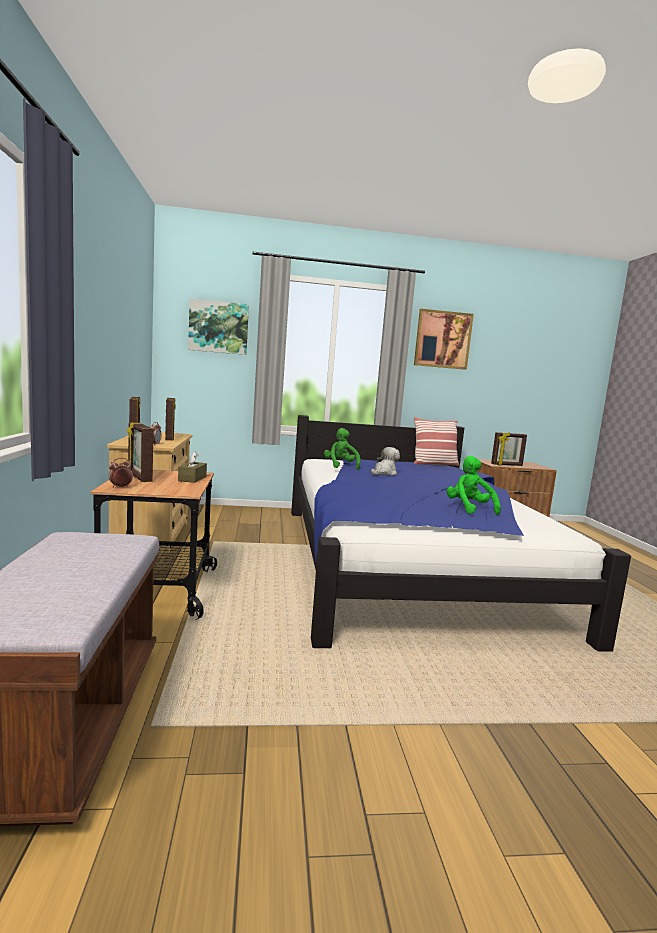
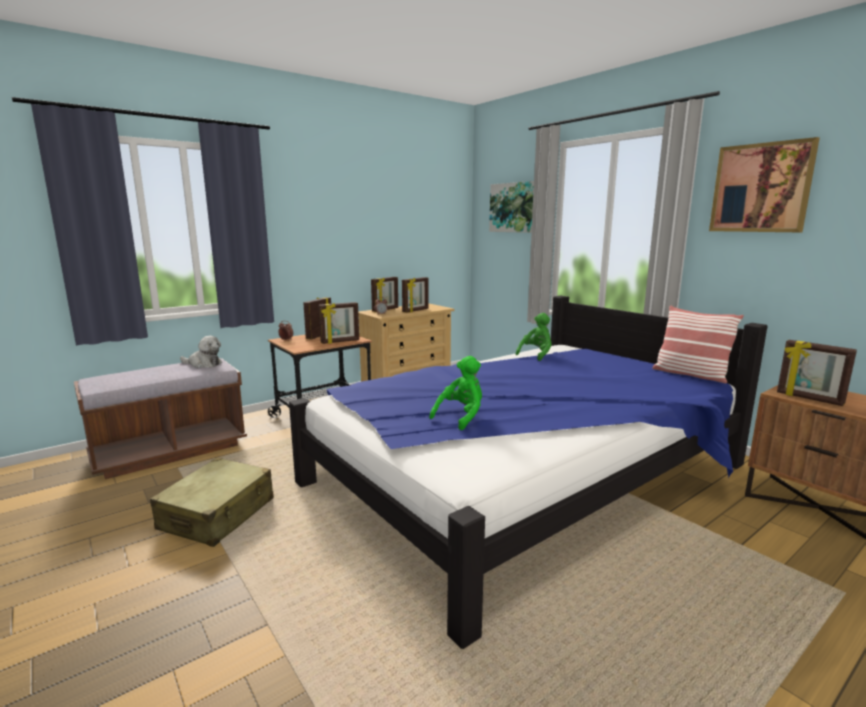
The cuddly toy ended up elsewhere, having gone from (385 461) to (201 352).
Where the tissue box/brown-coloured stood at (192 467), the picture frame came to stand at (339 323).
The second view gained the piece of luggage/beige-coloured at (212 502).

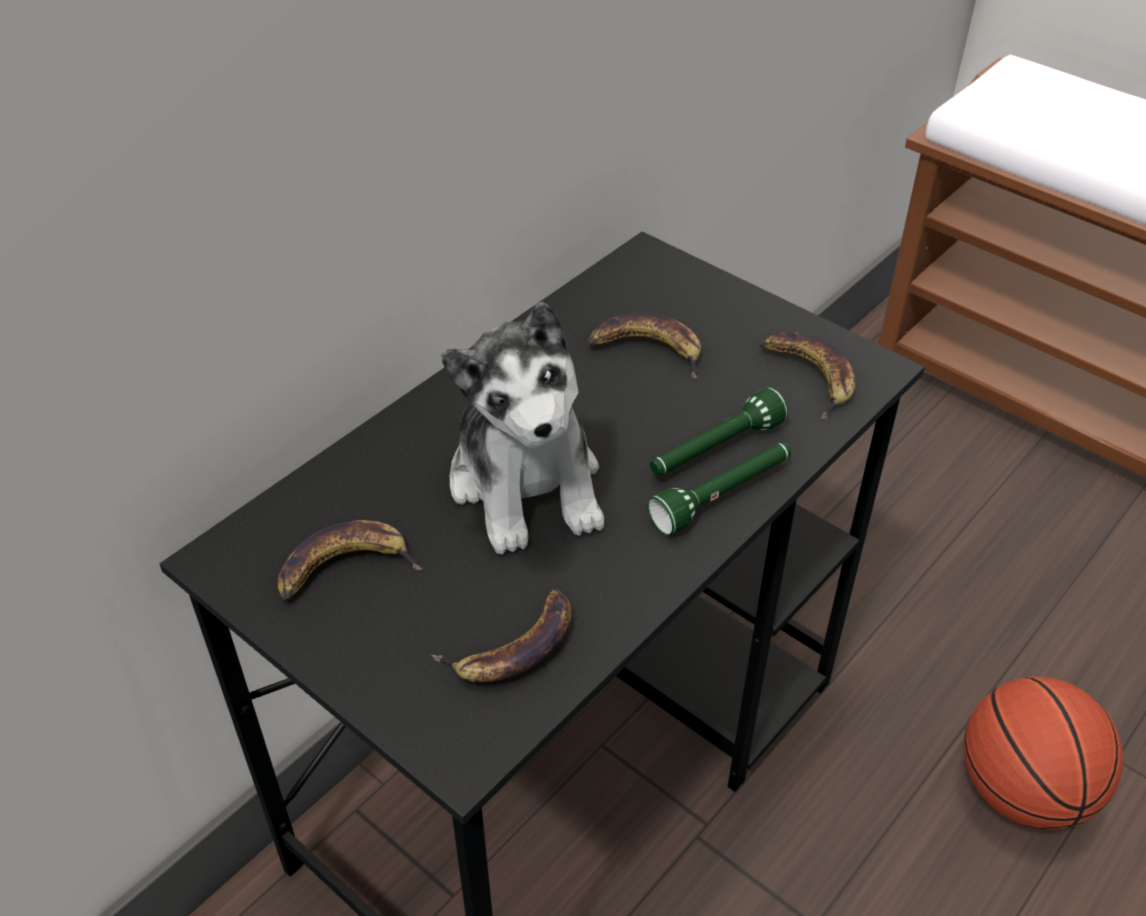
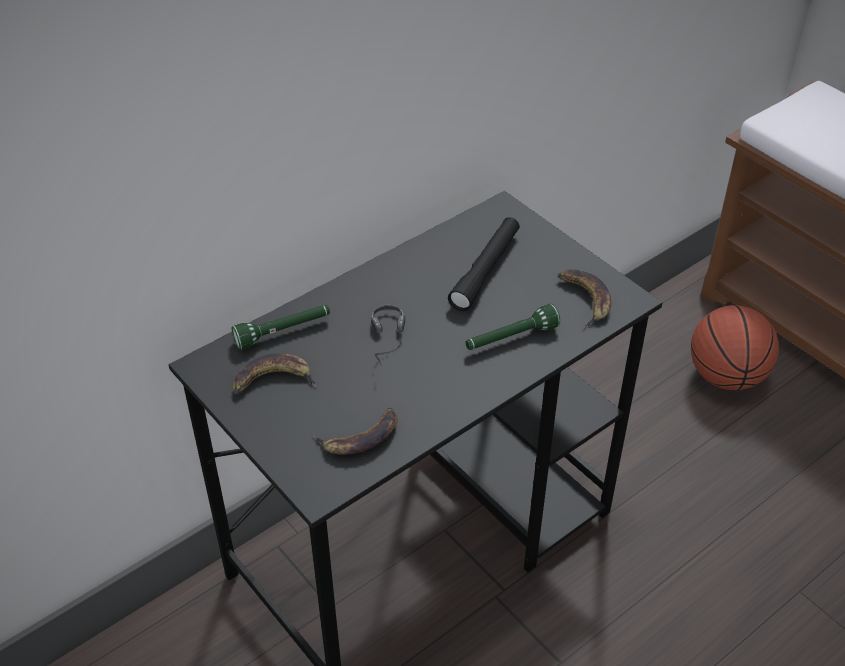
Where the cuddly toy stood at (522 428), the headset came to stand at (388 335).
Where the whole banana stood at (644 346), the hand torch/blackish came to stand at (484 264).
The hand torch/green-coloured ended up elsewhere, having gone from (719 488) to (280 327).
The ball for basketball ended up elsewhere, having gone from (1043 753) to (735 347).

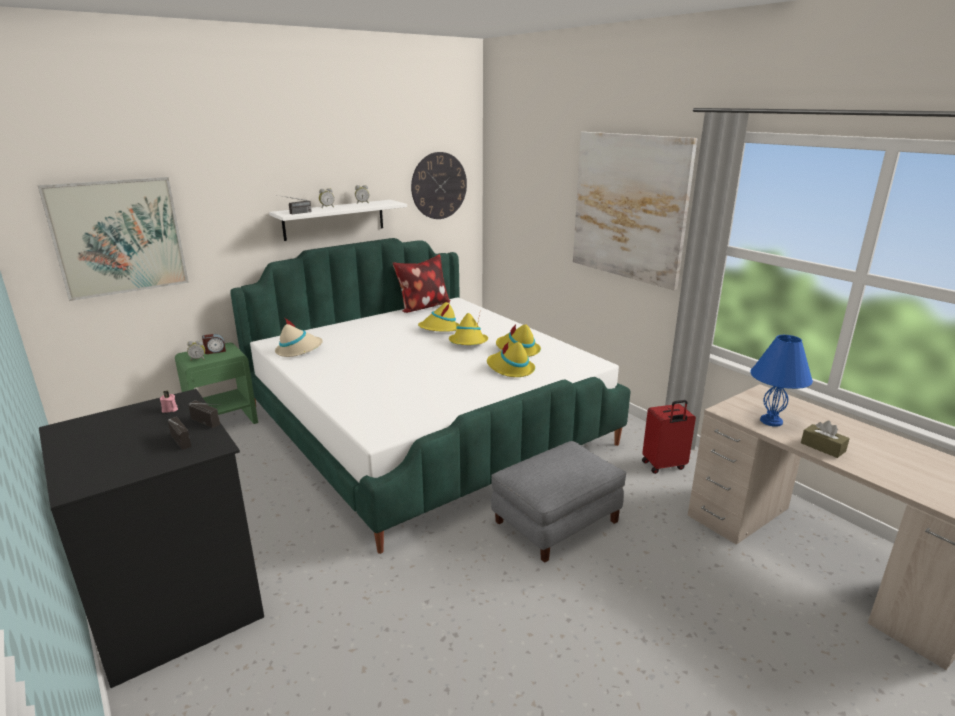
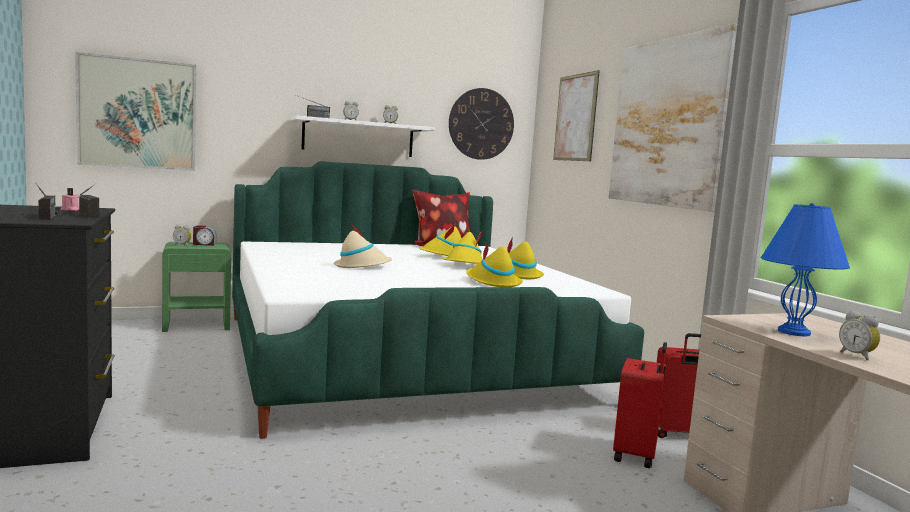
The clothing hat/beige-coloured ended up elsewhere, having gone from (299 337) to (363 247).
Where the tissue box/brown-coloured stood at (825 439), the bedside clock came to stand at (859 335).
The second view lost the ottoman/greyish at (558 502).
The second view gained the picture at (576 115).
The second view gained the piece of luggage/red-coloured at (640 405).

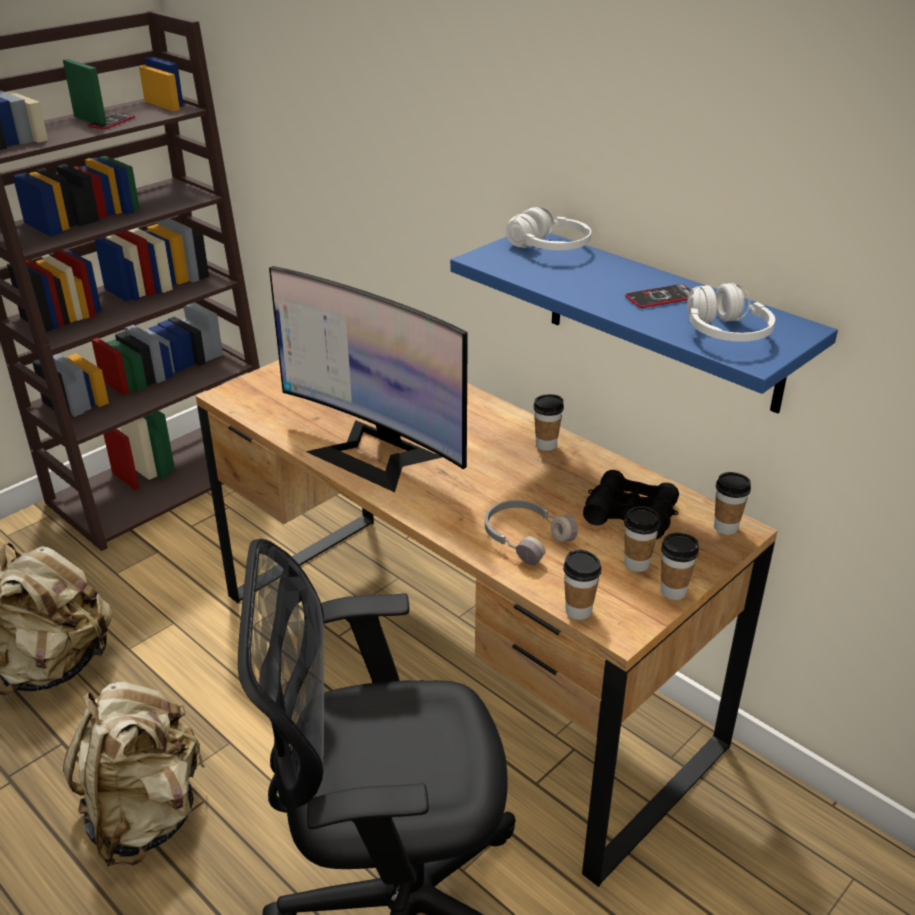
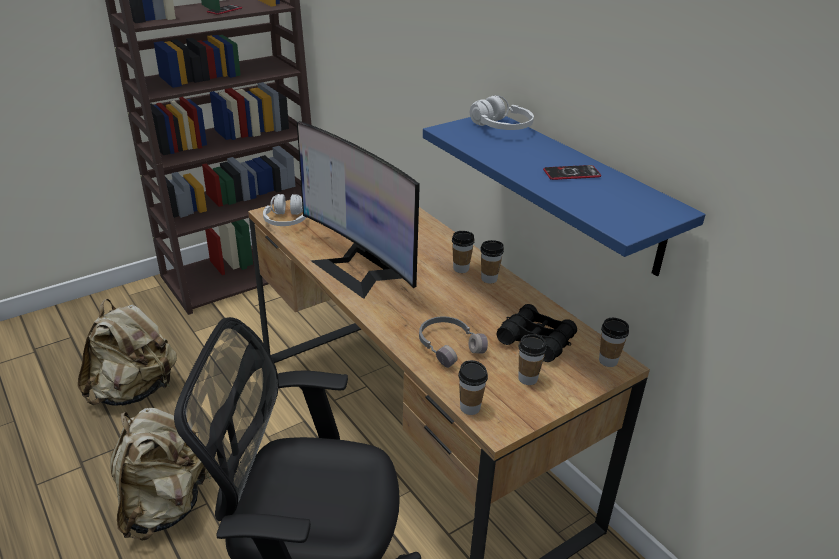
The headset/white-coloured ended up elsewhere, having gone from (731 312) to (284 210).
The drinking cup ended up elsewhere, having gone from (680 566) to (463 252).

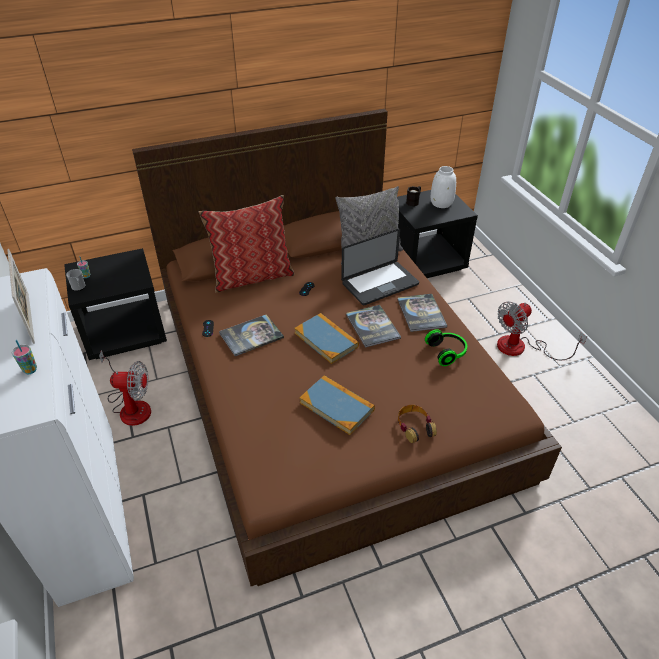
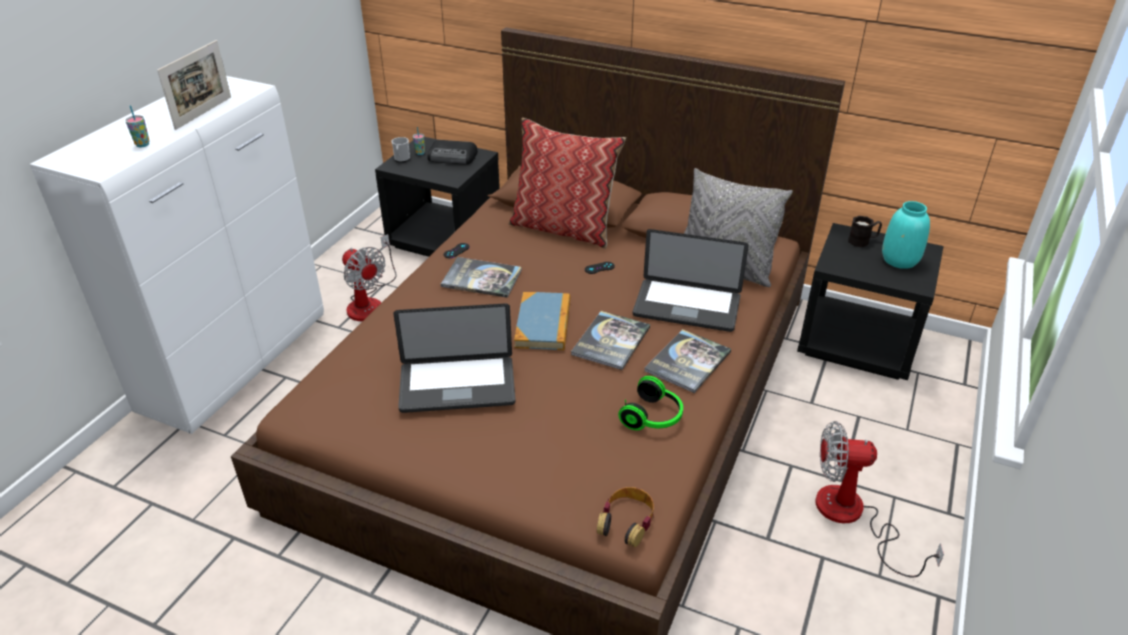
What was the decorative vase/white-coloured at (443 187) turned into the decorative vase/blue-green at (906 235).
Where the bound book stood at (337 405), the notebook computer came to stand at (454 358).
The headset ended up elsewhere, having gone from (417 424) to (625 517).
The second view gained the radio set at (452 152).

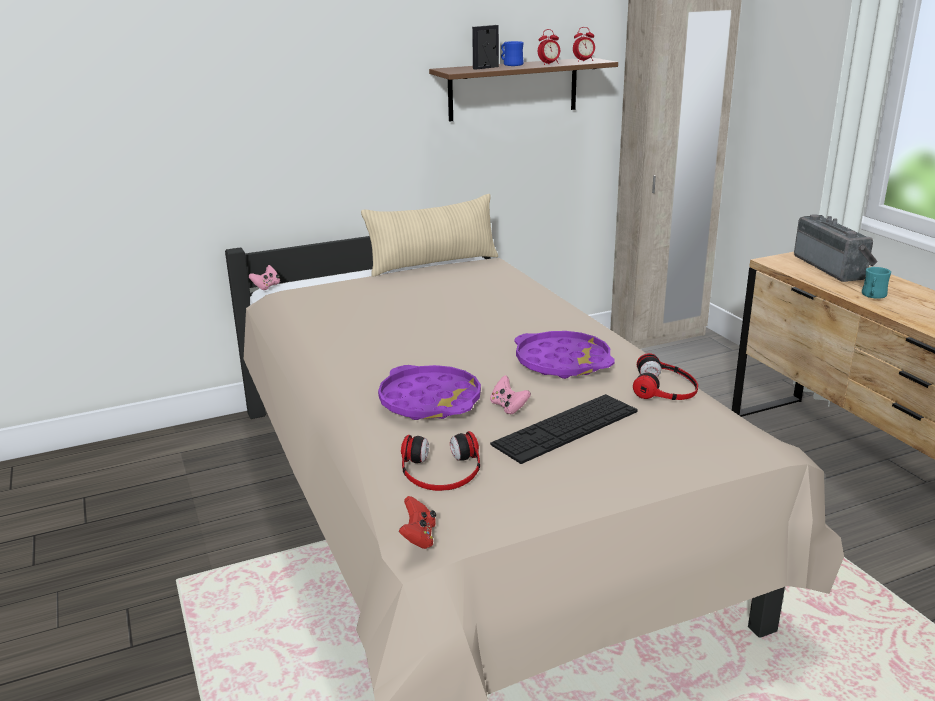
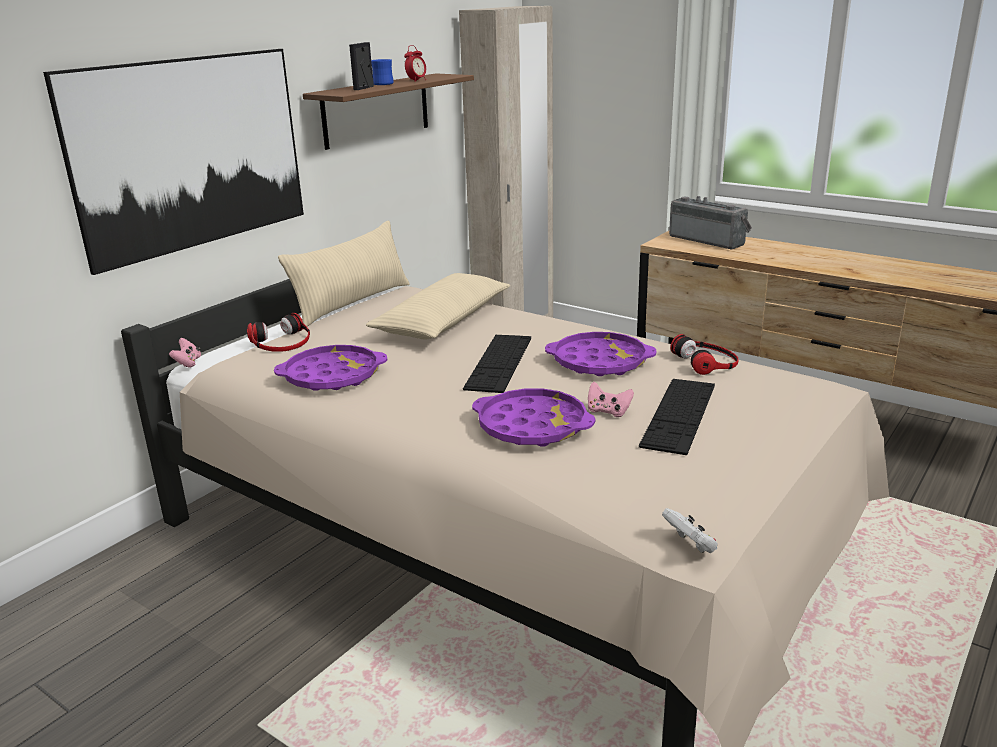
The second view lost the bedside clock at (584 44).
The second view lost the mug/blue-green at (876 283).
The headset ended up elsewhere, having gone from (440 461) to (278 332).
What was the joypad/red-coloured at (417 522) turned into the joypad/white-coloured at (690 530).
The second view gained the picture at (173 162).
The second view gained the pillow/beige-coloured at (438 306).
The second view gained the computer keyboard at (497 364).
The second view gained the serving tray/purple at (330 368).

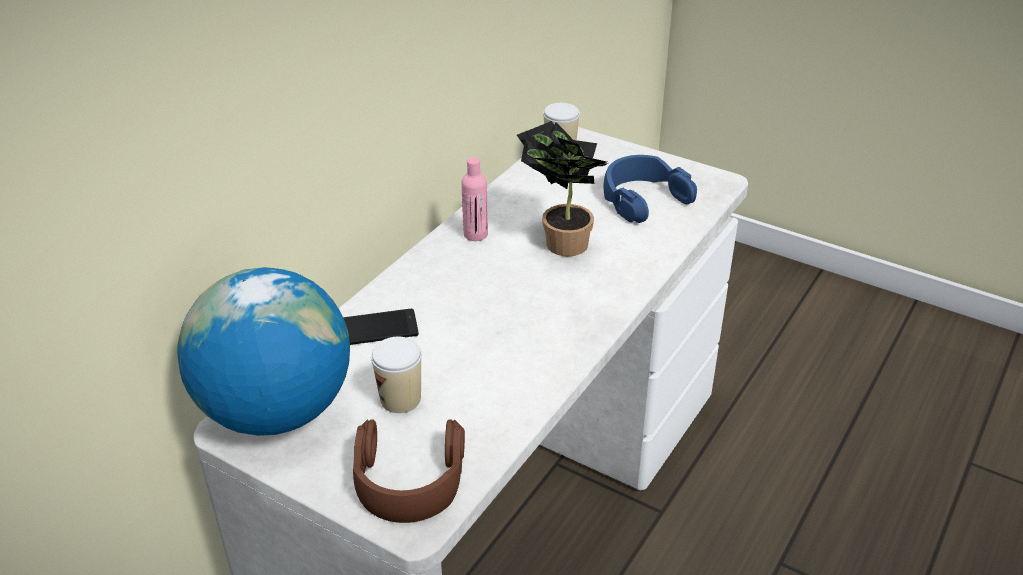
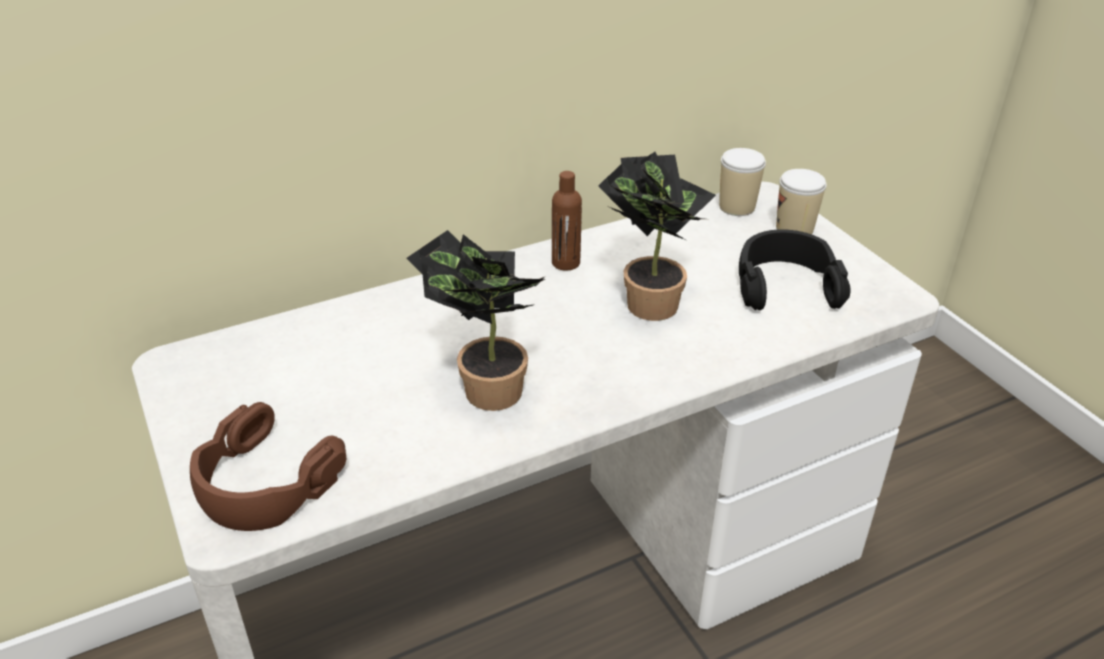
What was the headset/bluish at (650 189) turned into the headset/blackish at (794 269).
What was the beverage bottle/pink at (475 199) turned into the beverage bottle/brown-coloured at (567 221).
The second view lost the globe at (263 351).
The second view lost the telephone at (380 327).
The drinking cup ended up elsewhere, having gone from (396 375) to (801 201).
The second view gained the houseplant at (476 320).

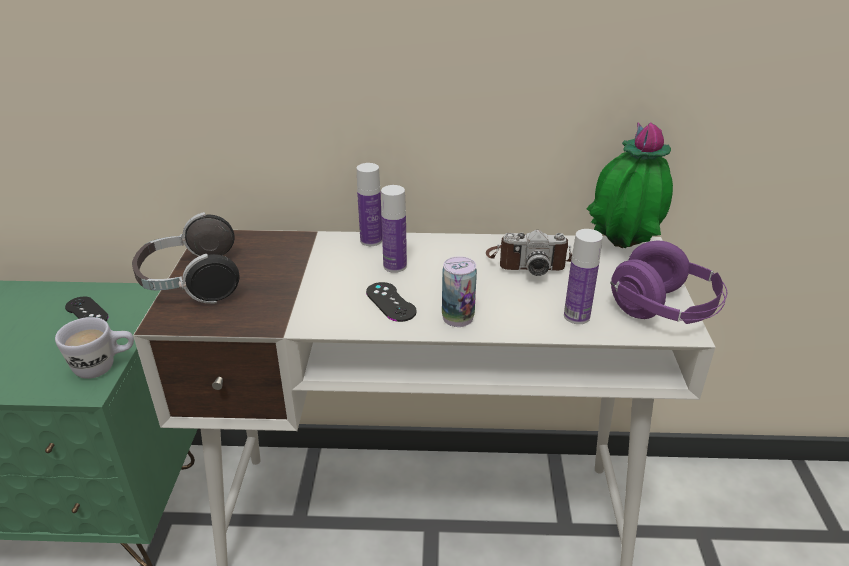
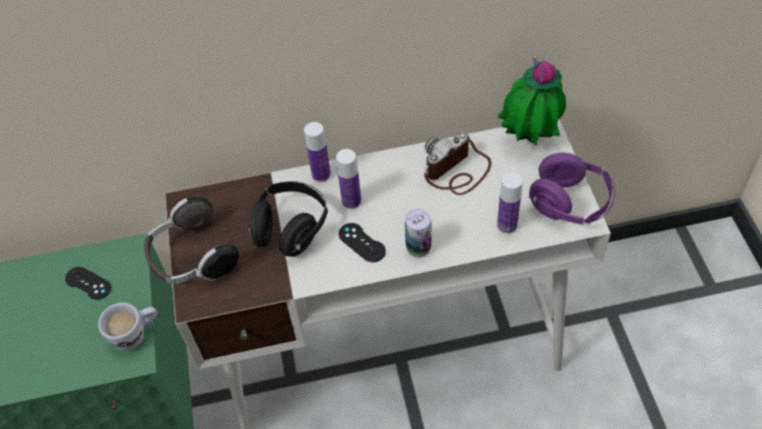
The still camera at (529 253) ended up facing another way, 150 degrees clockwise from before.
The second view gained the headset/blackish at (288 219).

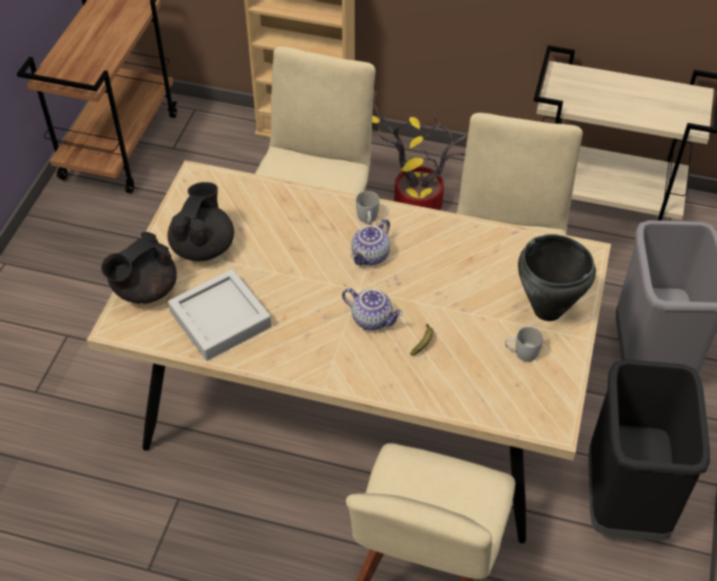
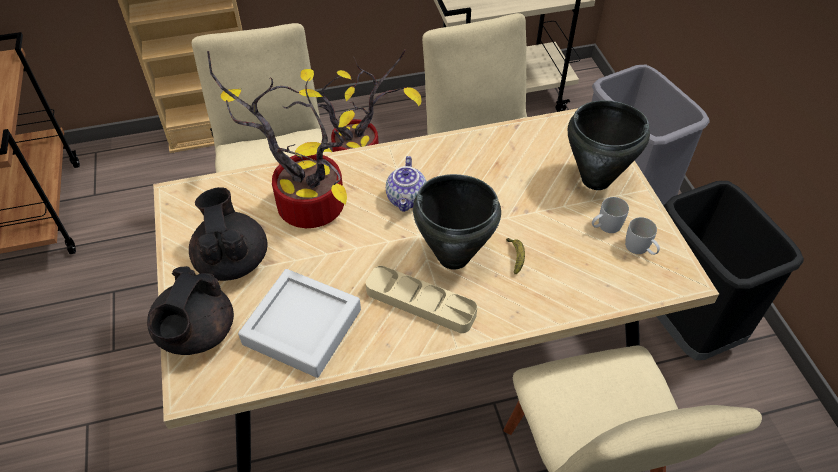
The mug/white-coloured ended up elsewhere, having gone from (367 208) to (642 236).
Where the tea pot stood at (372 309), the saucepot/blackish came to stand at (457 222).
The second view gained the houseplant at (277 139).
The second view gained the serving tray/beige-coloured at (421 299).

